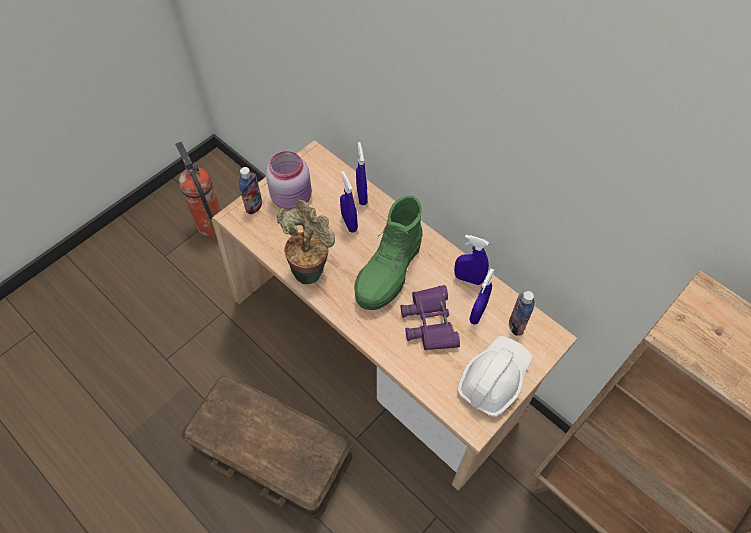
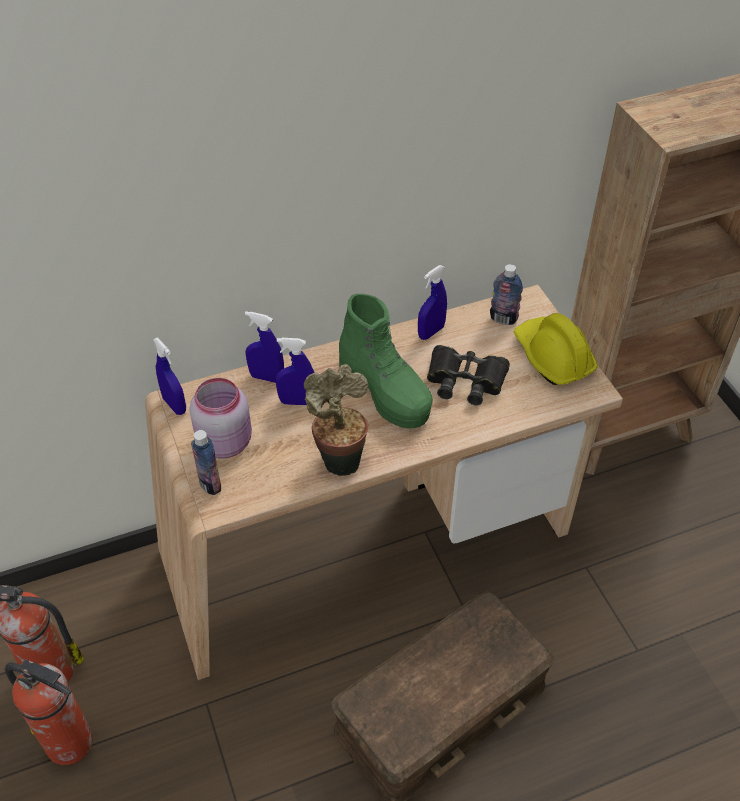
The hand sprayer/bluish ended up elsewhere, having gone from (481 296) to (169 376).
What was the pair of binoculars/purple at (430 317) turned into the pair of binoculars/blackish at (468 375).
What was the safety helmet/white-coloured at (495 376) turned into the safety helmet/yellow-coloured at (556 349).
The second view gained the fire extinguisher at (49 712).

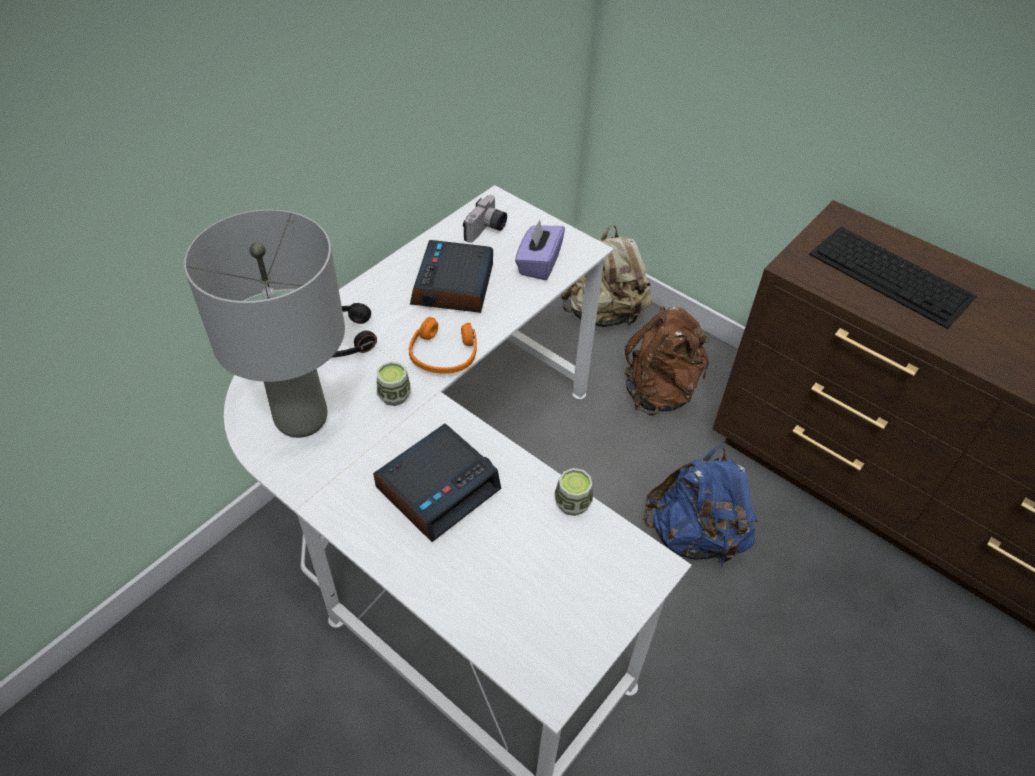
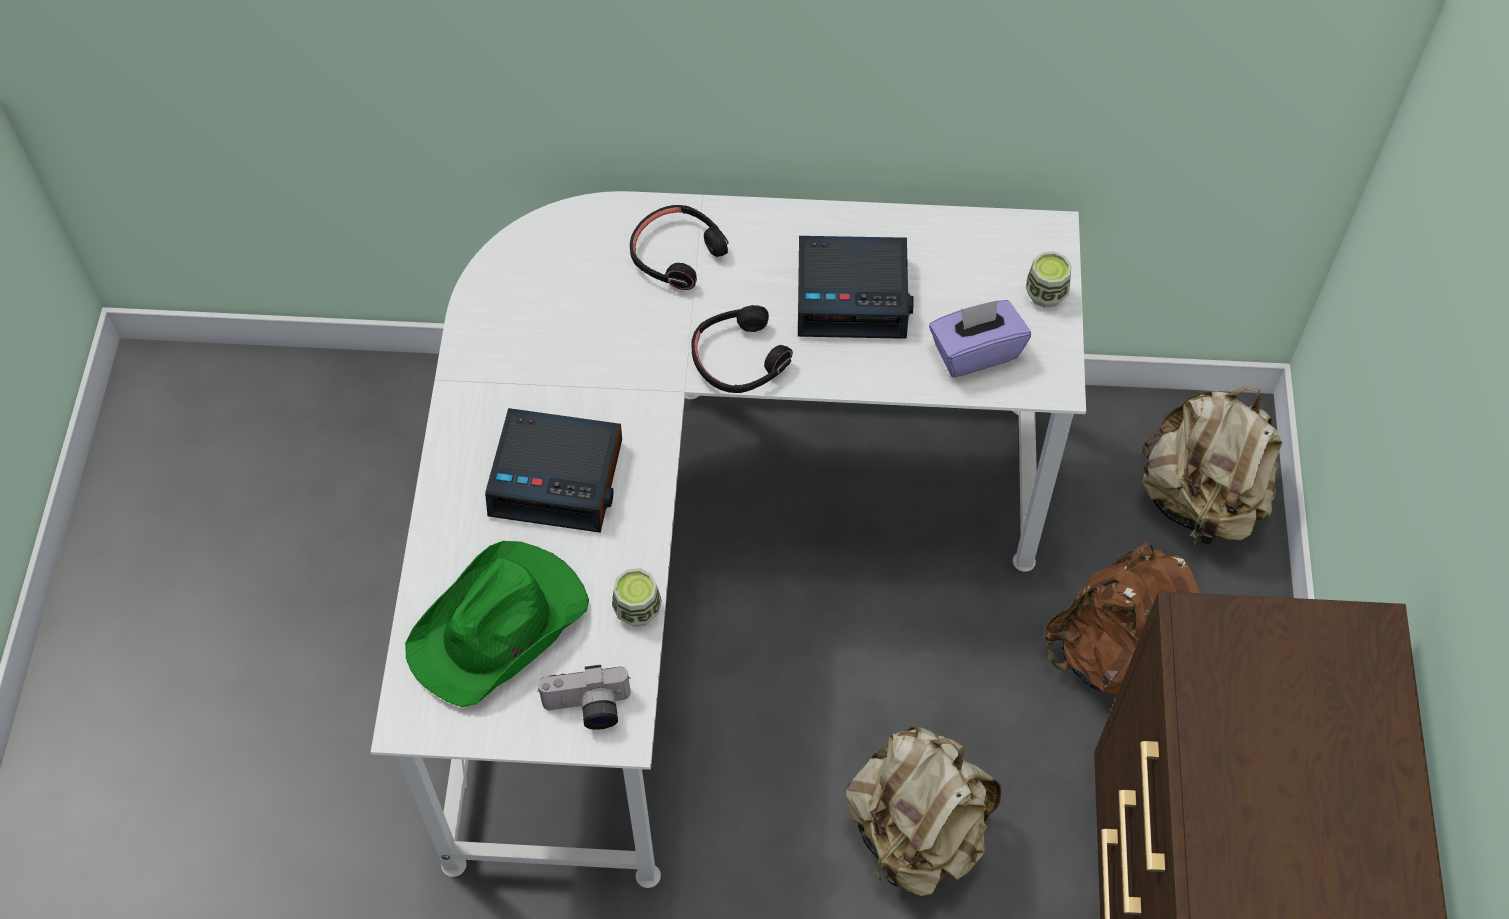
The still camera ended up elsewhere, having gone from (485 219) to (584 697).
The second view lost the lamp for a table/greyish at (264 324).
The second view lost the computer keyboard at (893 277).
The bedside clock at (451 276) ended up facing another way, 150 degrees counterclockwise from before.
What was the headset/orange at (443 345) turned into the headset/blackish at (742 349).
The drinking cup ended up elsewhere, having gone from (394 384) to (1048 279).
What was the knapsack/bluish at (700 507) turned into the knapsack/beige-coloured at (923 811).
The second view gained the clothing hat/green-coloured at (497 624).

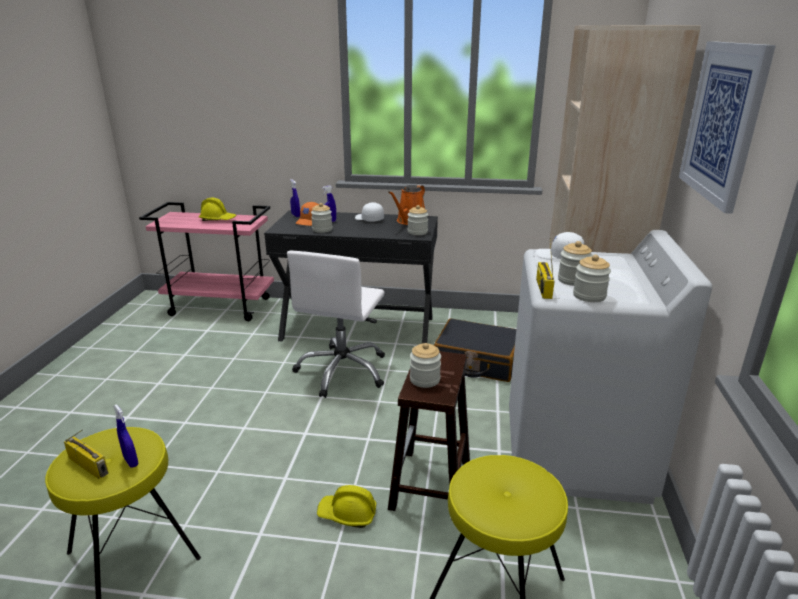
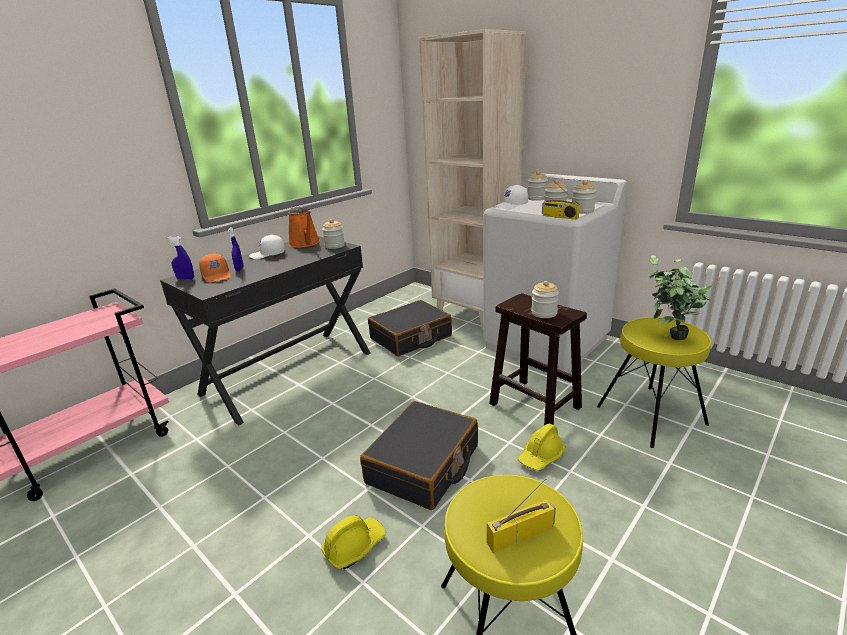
The second view lost the picture at (727 127).
The safety helmet/yellow-coloured ended up elsewhere, having gone from (218 209) to (354 542).
The preserve jar ended up elsewhere, having gone from (321 218) to (537 186).
The second view lost the computer chair/white-coloured at (336 324).
The second view lost the hand sprayer/bluish at (125 435).
The second view gained the houseplant at (680 297).
The second view gained the piece of luggage/blackish at (419 455).

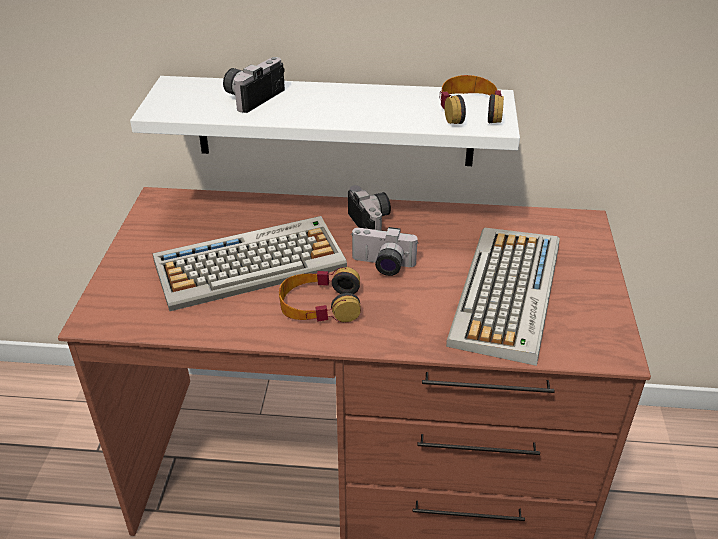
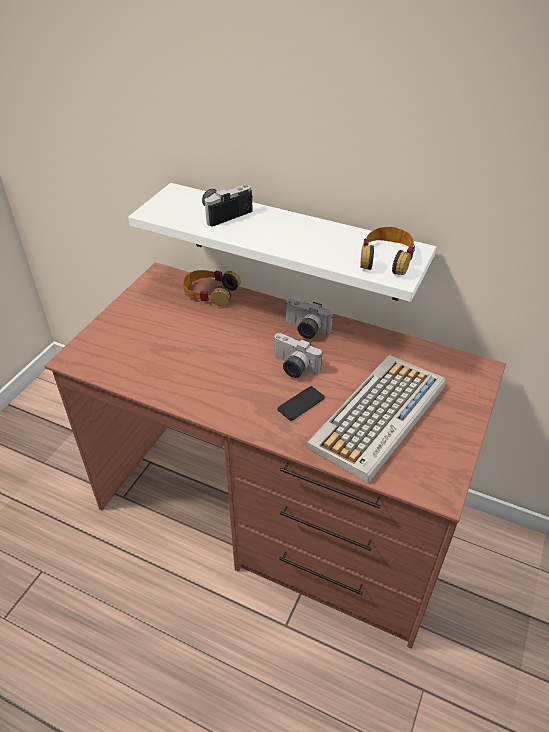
The still camera at (369 208) ended up facing another way, 120 degrees clockwise from before.
The second view lost the computer keyboard at (250 263).
The headset ended up elsewhere, having gone from (320 294) to (212 288).
The second view gained the telephone at (301 403).

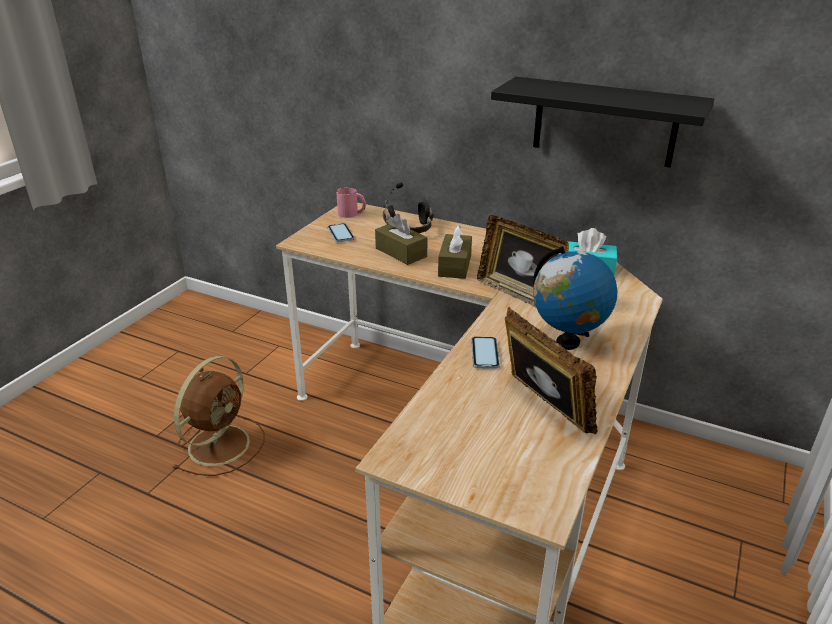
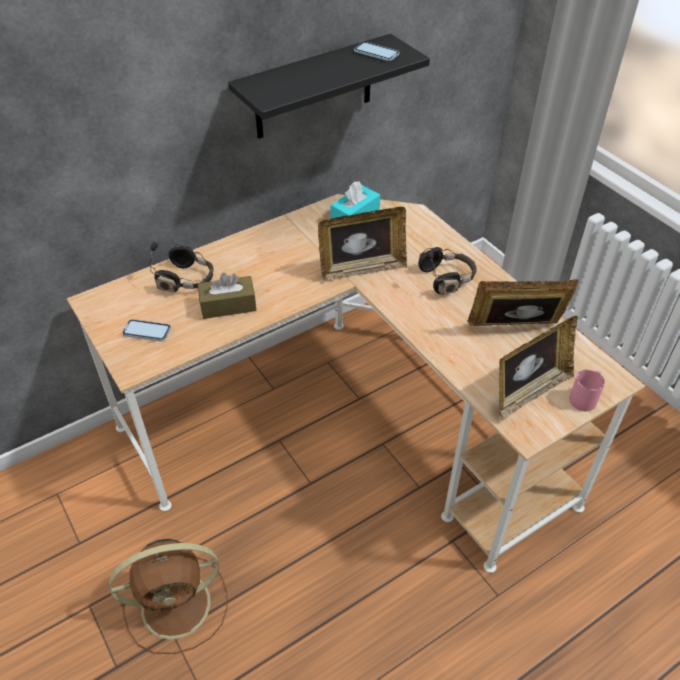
The mug/pink ended up elsewhere, having gone from (351 202) to (587 390).
The second view lost the tissue box/brown-coloured at (455 252).
Where the globe stood at (575 298), the headset/blackish came to stand at (447 271).
The telephone ended up elsewhere, having gone from (485 353) to (376 51).
The cooling fan/brown-coloured at (218 416) ended up facing another way, 105 degrees clockwise from before.
The second view gained the picture frame at (538 368).

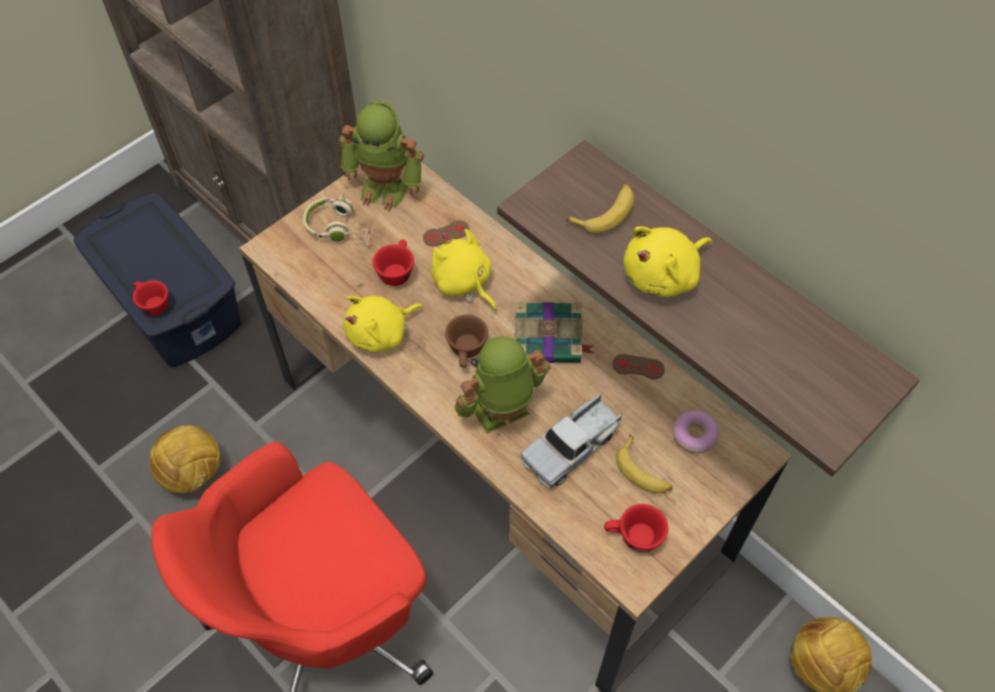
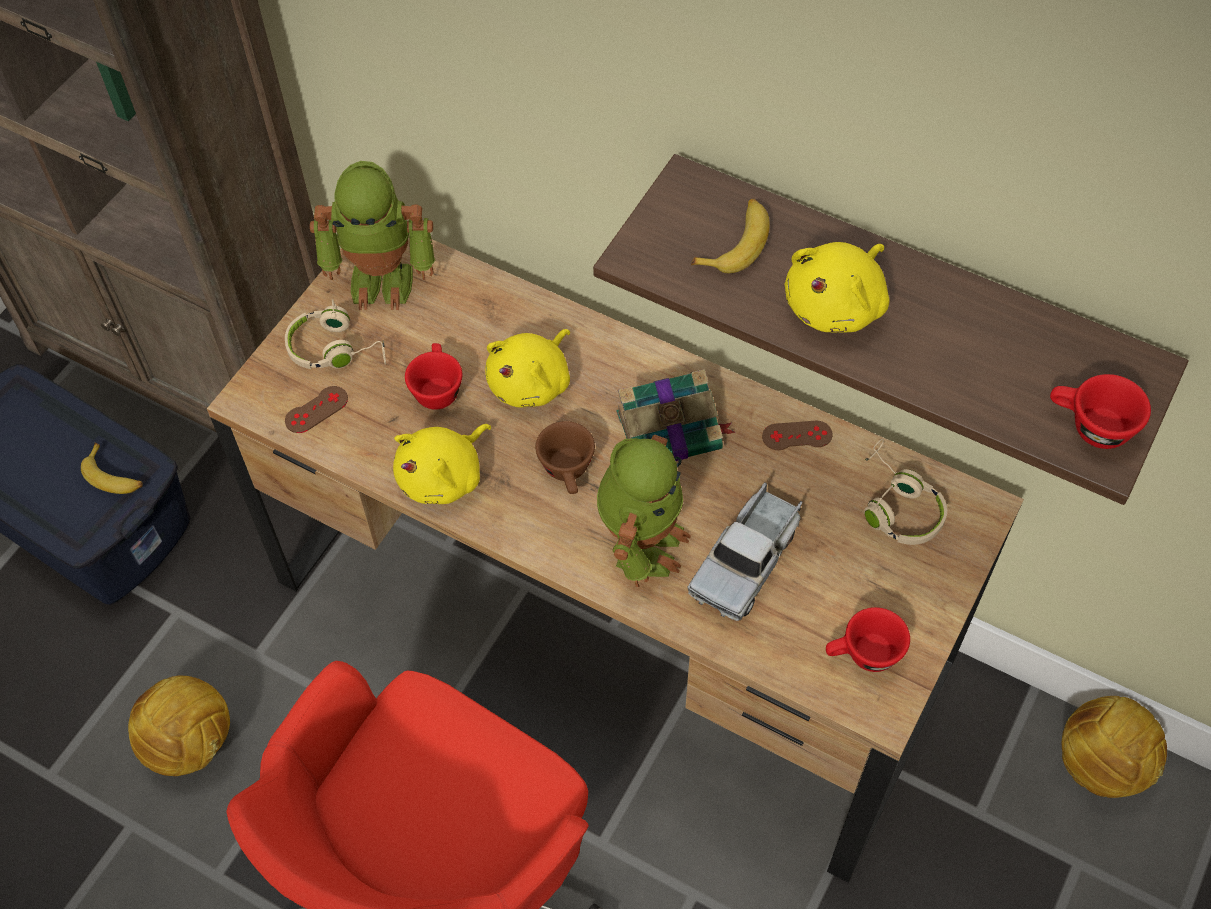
The joypad/brown-coloured ended up elsewhere, having gone from (446 233) to (316 409).
The cuddly toy/yellow-coloured at (463 270) ended up facing another way, 90 degrees counterclockwise from before.
The drinking cup/red-coloured ended up elsewhere, having gone from (150 297) to (1100 411).
The model robot at (503 384) ended up facing another way, 150 degrees clockwise from before.
Where the donut stood at (696 432), the headset/beige-coloured came to stand at (905 492).
The whole banana ended up elsewhere, having gone from (644 464) to (112 468).

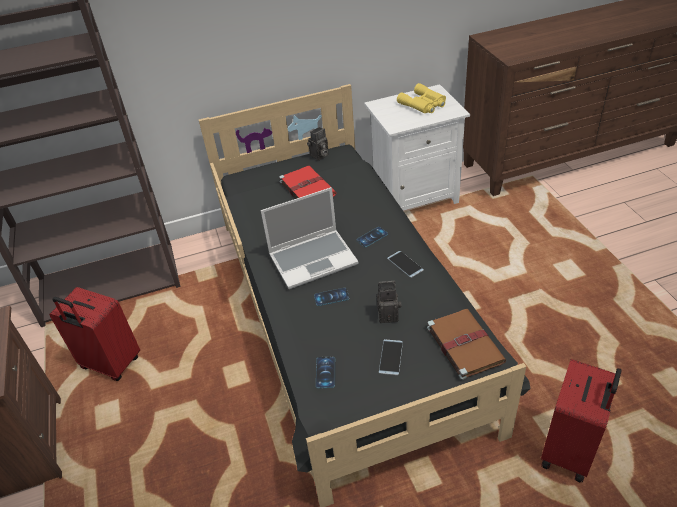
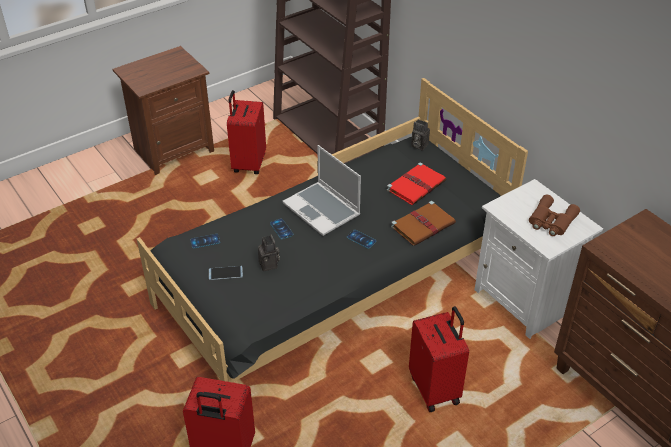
What was the pair of binoculars/yellow-coloured at (421 98) turned into the pair of binoculars/brown-coloured at (554 215).
The still camera ended up elsewhere, having gone from (318 144) to (420 135).
The second view lost the telephone at (405 264).
The bound book/brown-coloured ended up elsewhere, having gone from (466 344) to (423 223).
The second view gained the piece of luggage/red-coloured at (439 359).

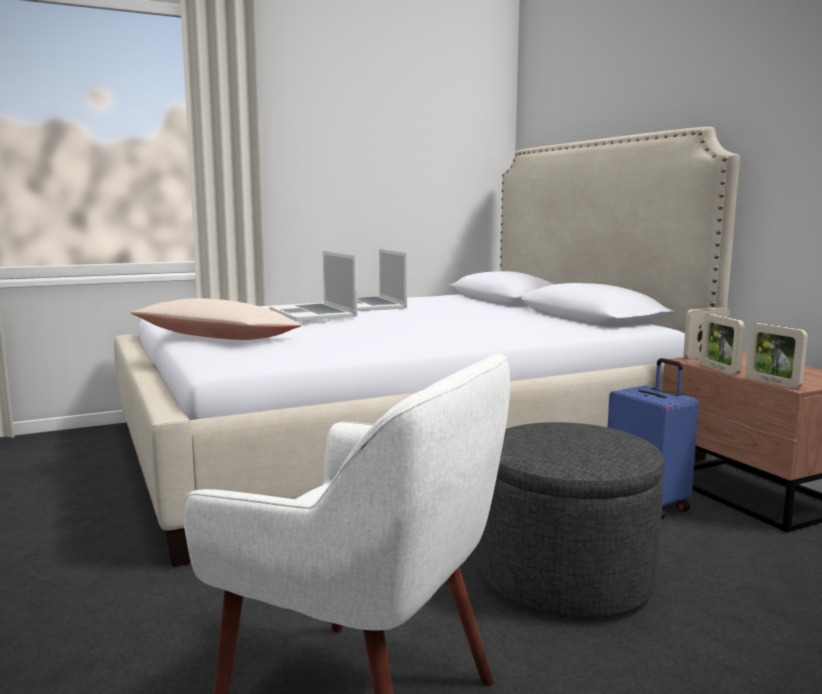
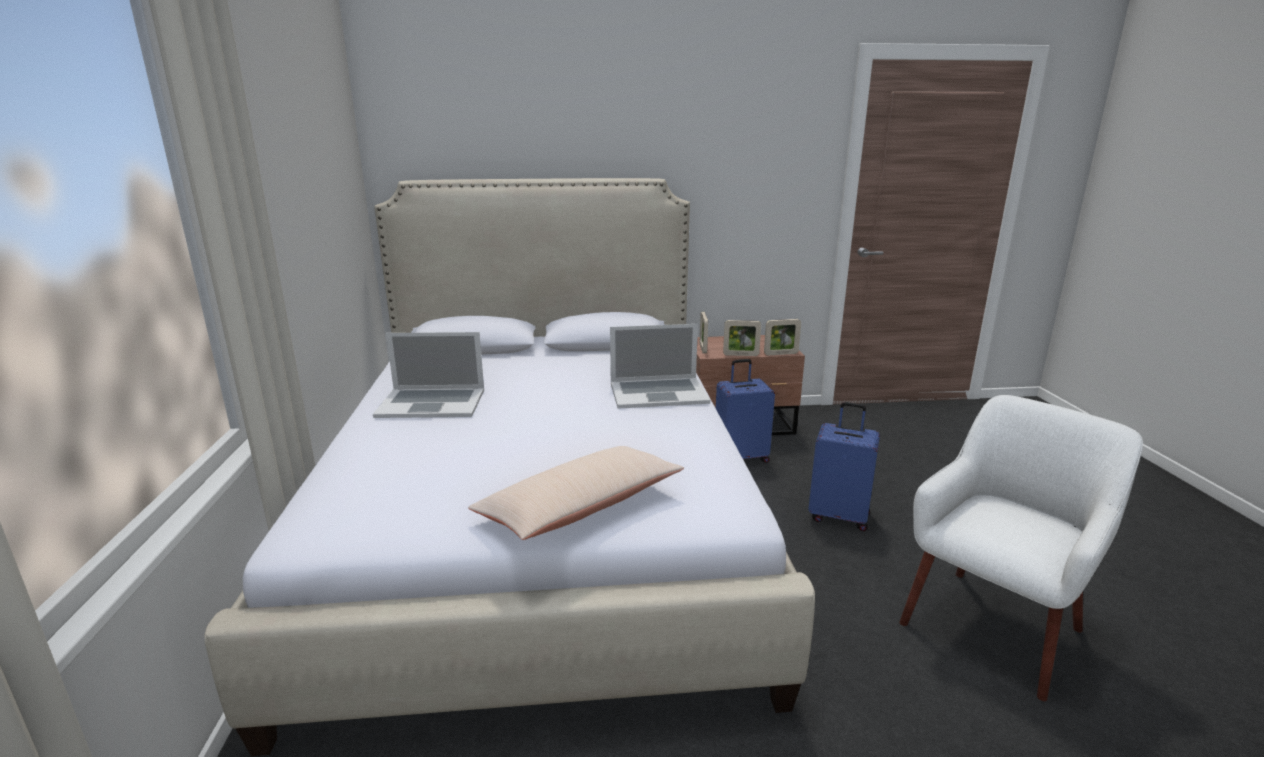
The notebook computer ended up elsewhere, having gone from (313 286) to (660 366).
Where the ottoman/greyish stood at (573 520), the piece of luggage/bluish came to stand at (844 466).

